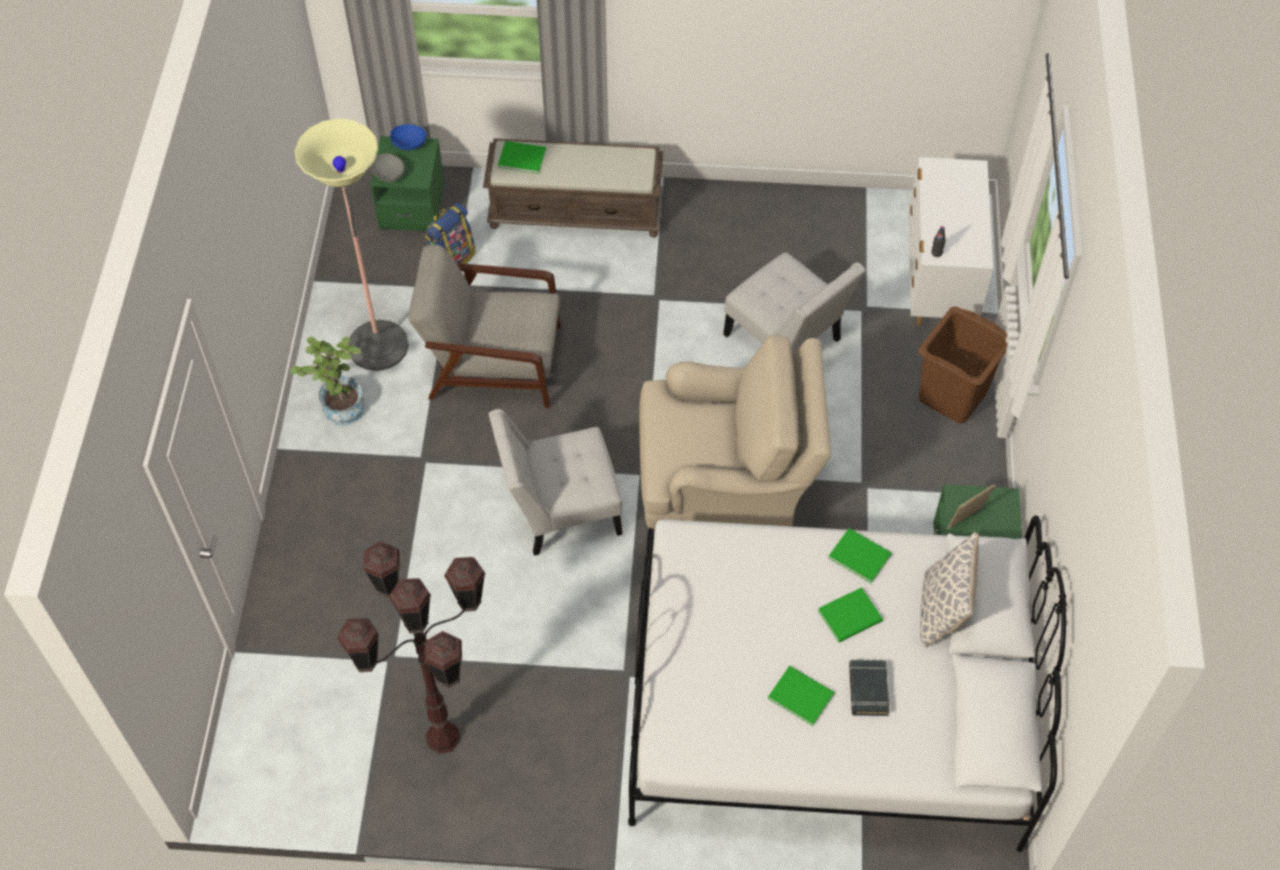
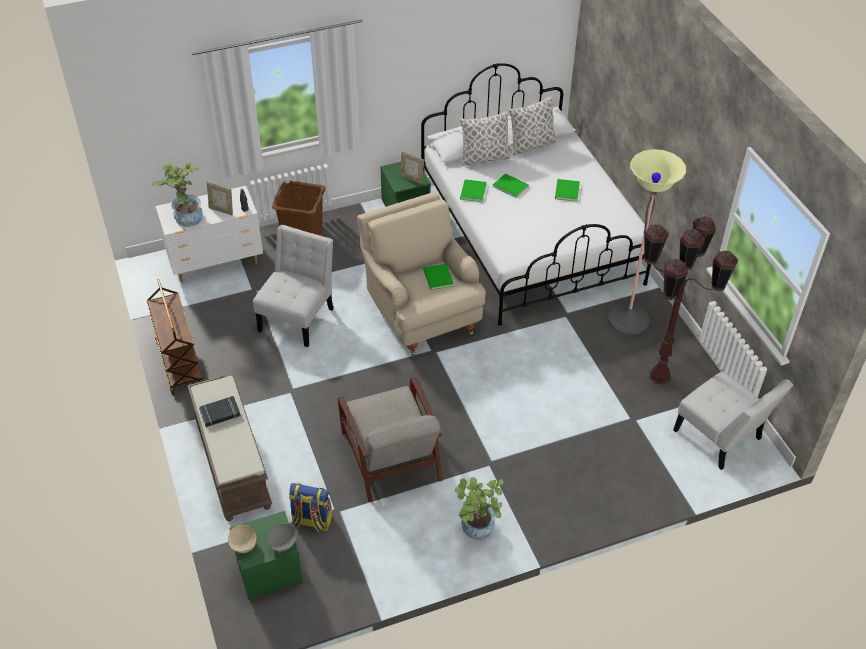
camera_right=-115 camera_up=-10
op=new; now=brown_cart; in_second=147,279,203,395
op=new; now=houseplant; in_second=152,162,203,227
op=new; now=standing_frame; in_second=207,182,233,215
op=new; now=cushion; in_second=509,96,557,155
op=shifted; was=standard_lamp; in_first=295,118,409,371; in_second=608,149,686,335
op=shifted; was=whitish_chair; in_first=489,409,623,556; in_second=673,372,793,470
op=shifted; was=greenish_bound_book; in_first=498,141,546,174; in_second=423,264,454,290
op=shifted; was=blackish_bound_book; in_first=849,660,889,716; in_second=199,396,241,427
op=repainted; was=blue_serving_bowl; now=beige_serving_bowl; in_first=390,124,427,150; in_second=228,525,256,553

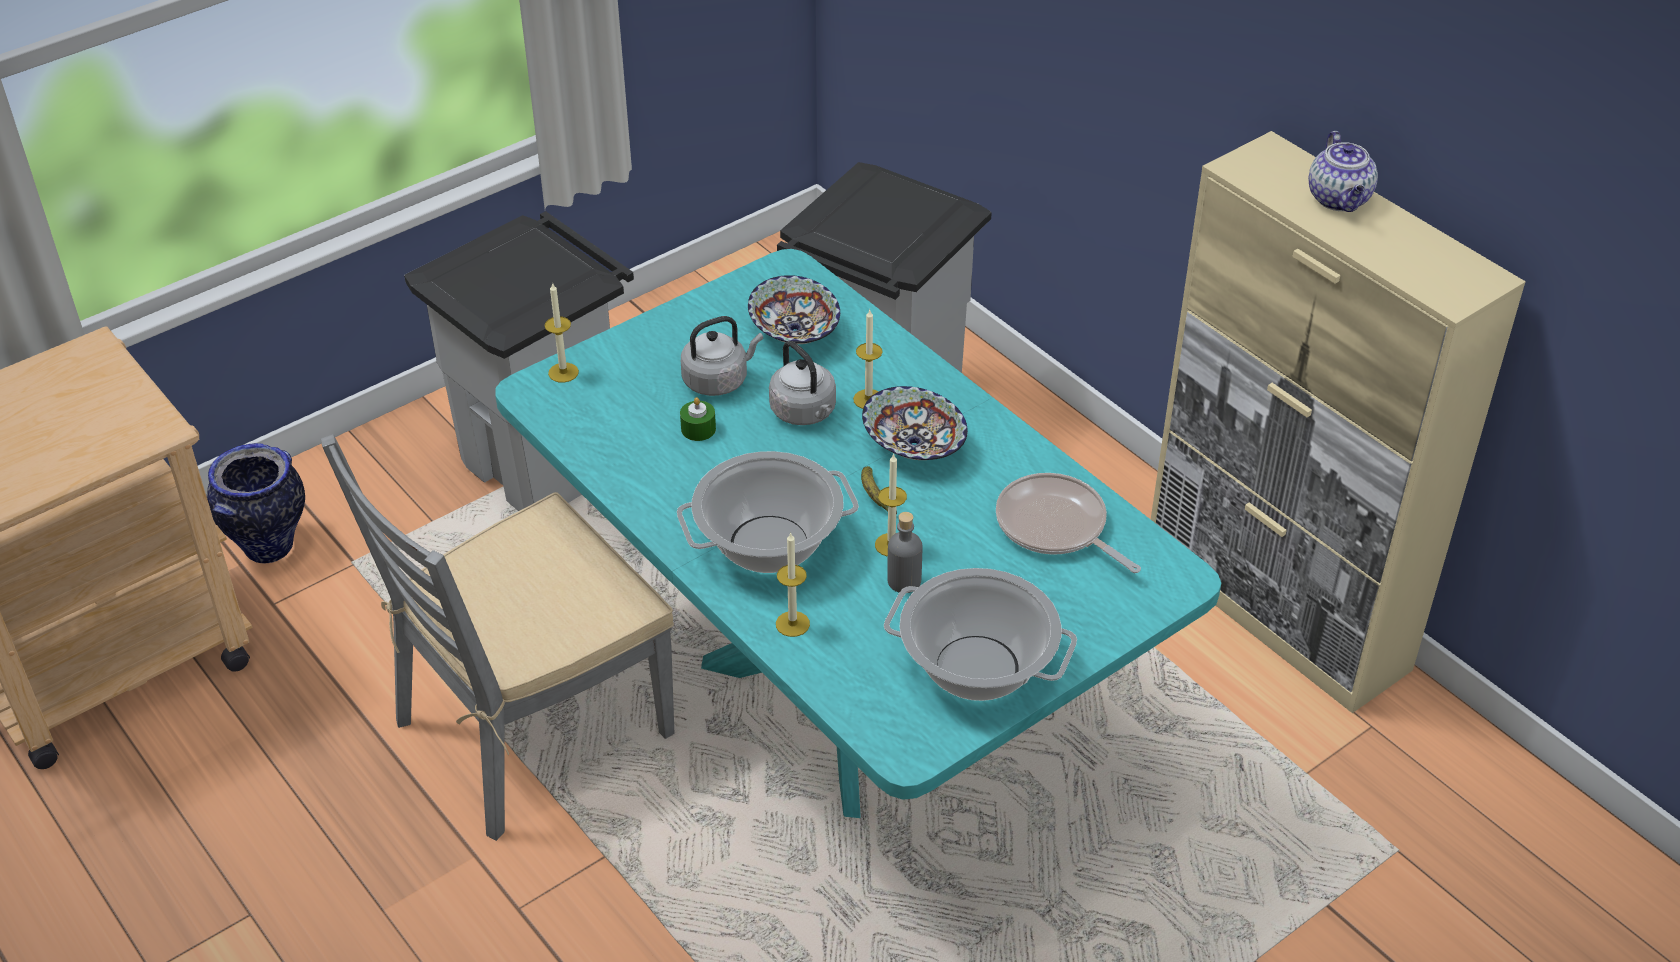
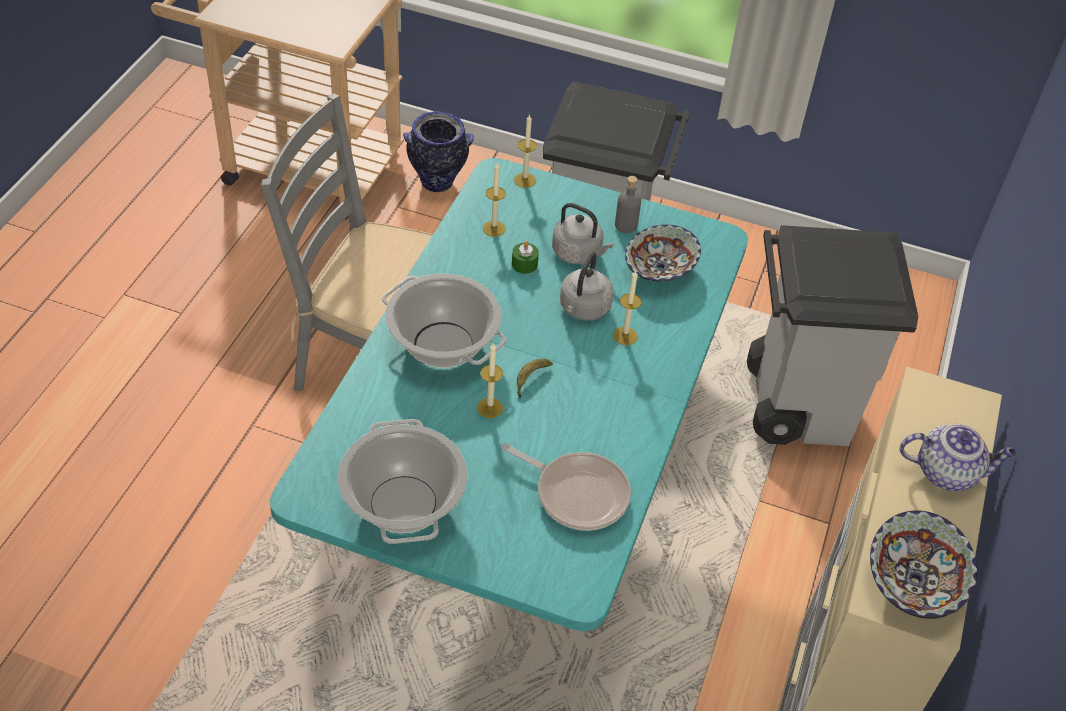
camera_right=55 camera_up=5
op=shifted; was=wax_candle; in_first=776,532,810,637; in_second=483,163,506,237
op=shifted; was=serving_bowl; in_first=862,386,968,460; in_second=870,510,977,619
op=shifted; was=greyish_bottle; in_first=887,512,922,593; in_second=615,176,641,233
op=rotated; was=skillet; in_first=996,473,1141,573; in_second=501,443,631,531; clockwise=105
op=rotated; was=teapot; in_first=1308,131,1378,212; in_second=900,424,1017,491; clockwise=-135

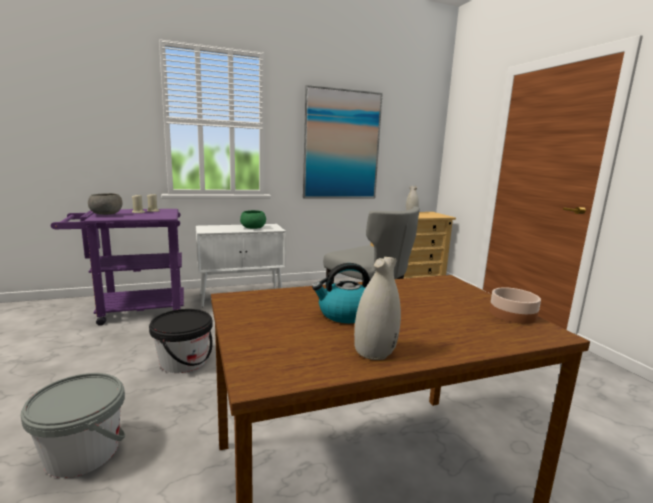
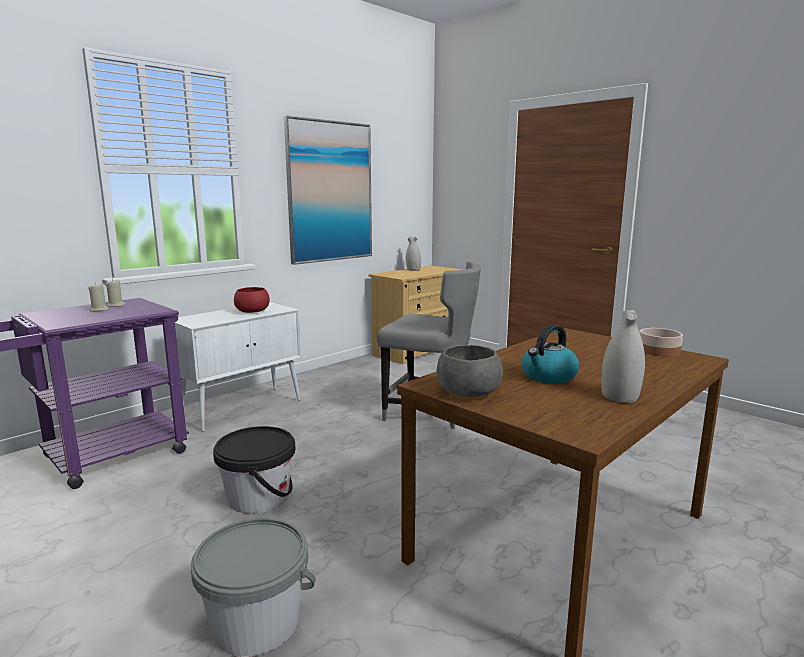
camera_right=-25 camera_up=0
op=shifted; was=greyish_serving_bowl; in_first=88,193,123,215; in_second=437,345,503,397
op=repainted; was=greenish_serving_bowl; now=red-coloured_serving_bowl; in_first=240,210,266,229; in_second=234,287,270,313

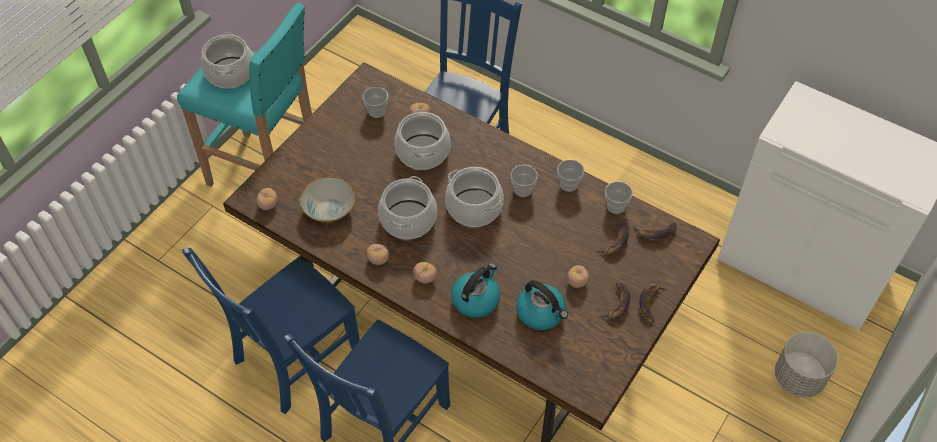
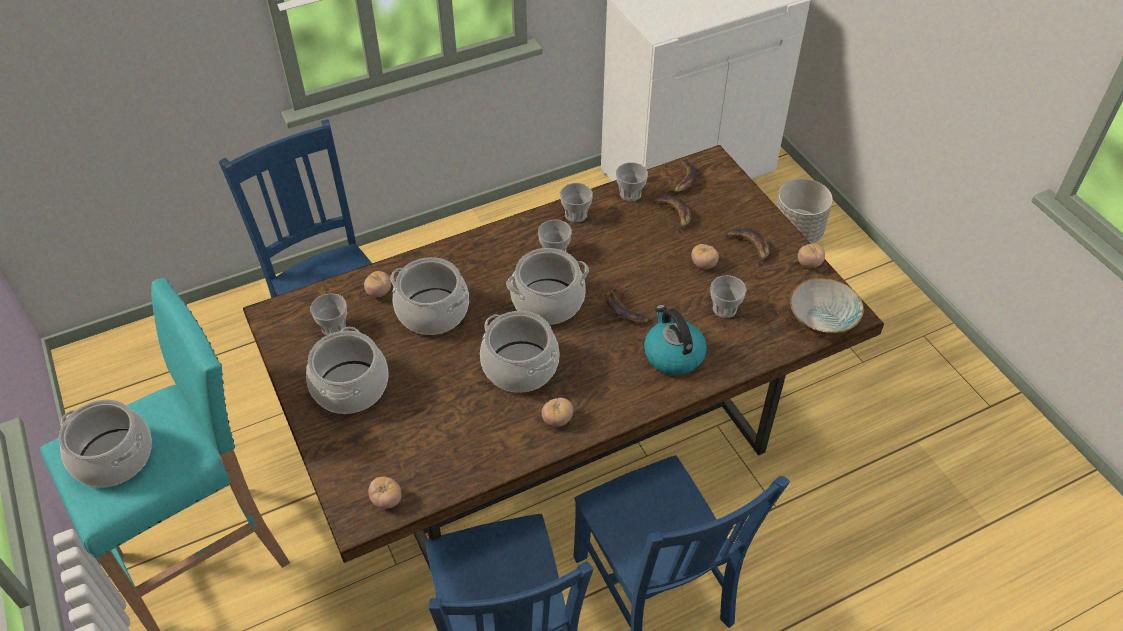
camera_right=-60 camera_up=-5
op=new; now=saucepot; in_second=306,327,388,414
op=shifted; was=serving_bowl; in_first=300,177,356,222; in_second=790,278,864,335
op=shifted; was=whole_tomato; in_first=413,262,437,283; in_second=798,243,825,268
op=shifted; was=banana; in_first=640,284,668,323; in_second=605,288,650,323
op=swapped; was=kettle; now=cup; in_first=516,280,568,330; in_second=710,275,747,318

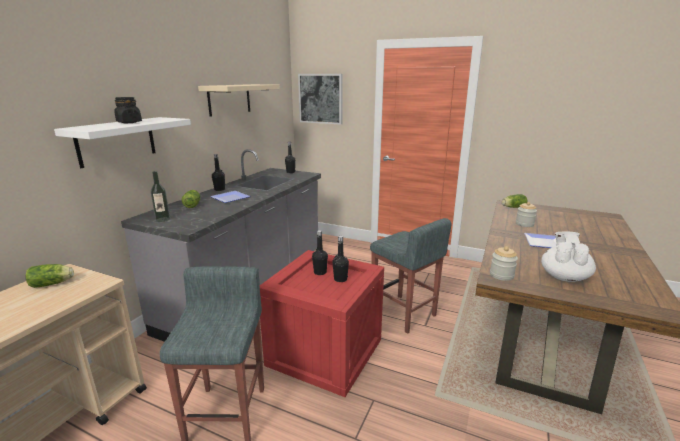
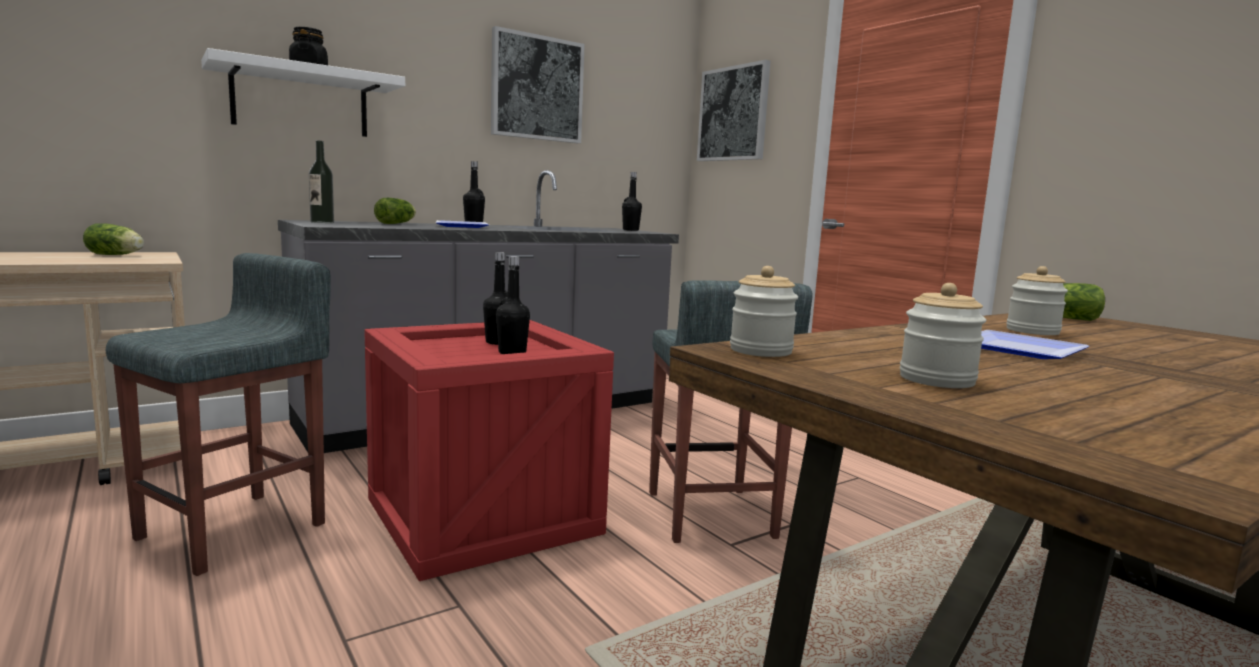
camera_right=30 camera_up=-10
op=swapped; was=beige_bracket_shelf; now=wall_picture; in_first=198,84,280,117; in_second=491,26,585,143
op=swapped; was=whitish_teapot; now=storage_jar; in_first=541,232,596,282; in_second=900,283,986,388

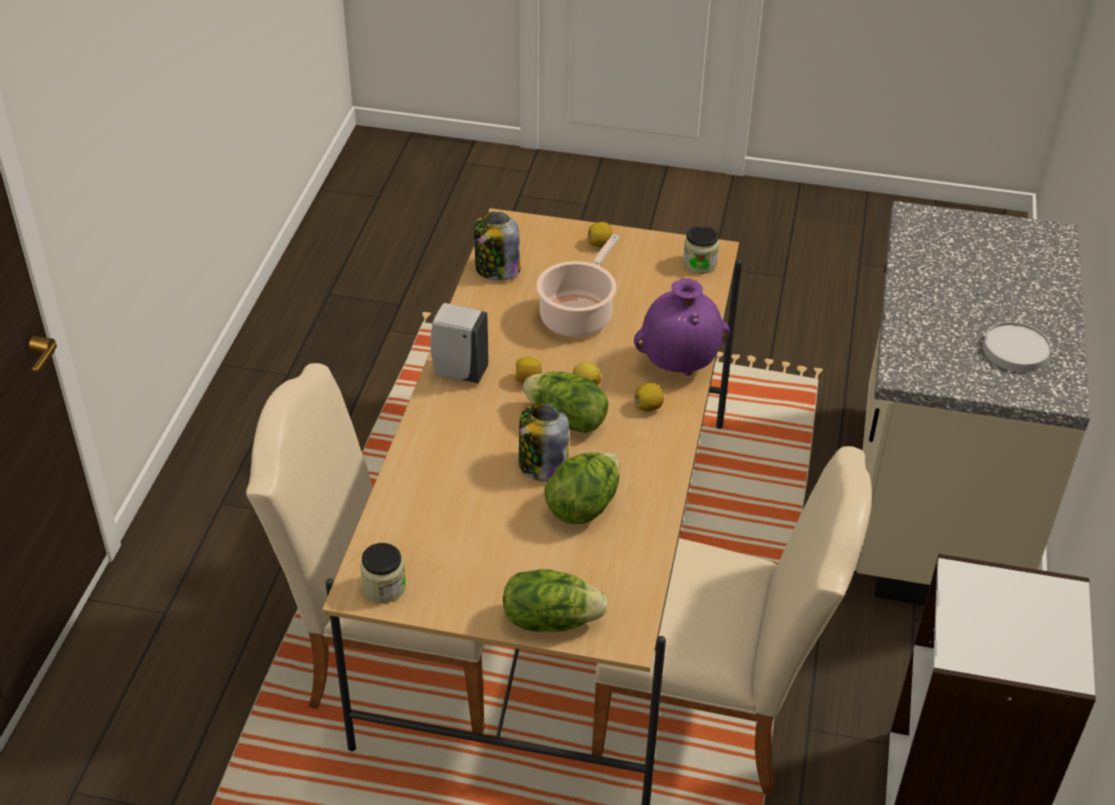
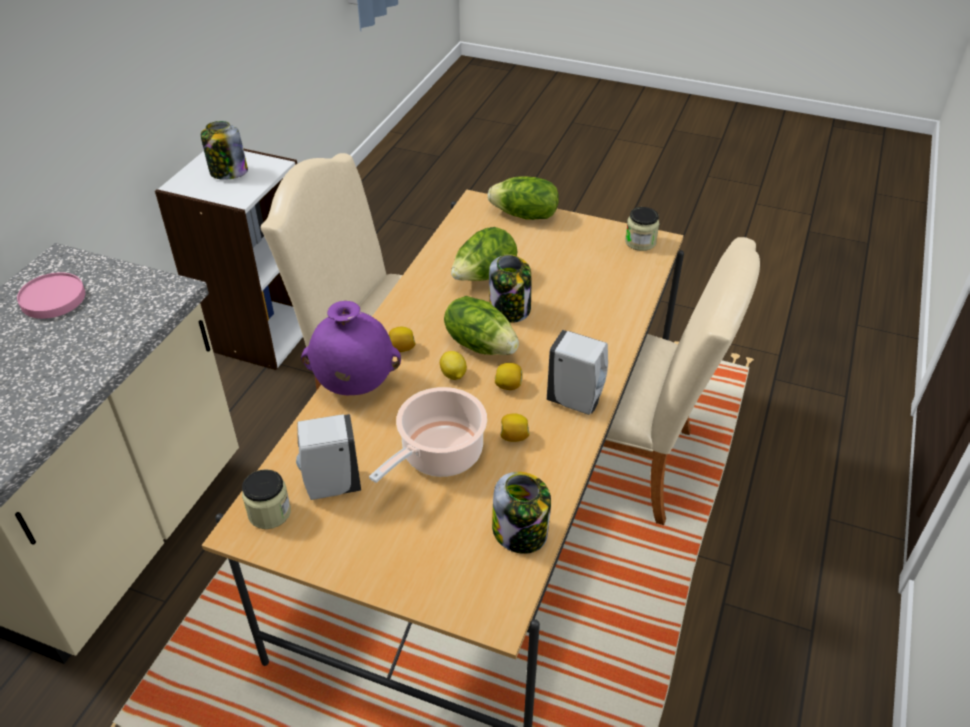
camera_right=-170 camera_up=0
op=new; now=storage_jar; in_second=201,121,248,180
op=new; now=whitish_soap_bottle; in_second=296,414,361,500
op=shifted; was=lemon; in_first=587,222,613,247; in_second=501,413,530,442
op=repainted; was=whitish_flat_dish; now=pinkish_flat_dish; in_first=983,322,1052,372; in_second=17,272,85,319

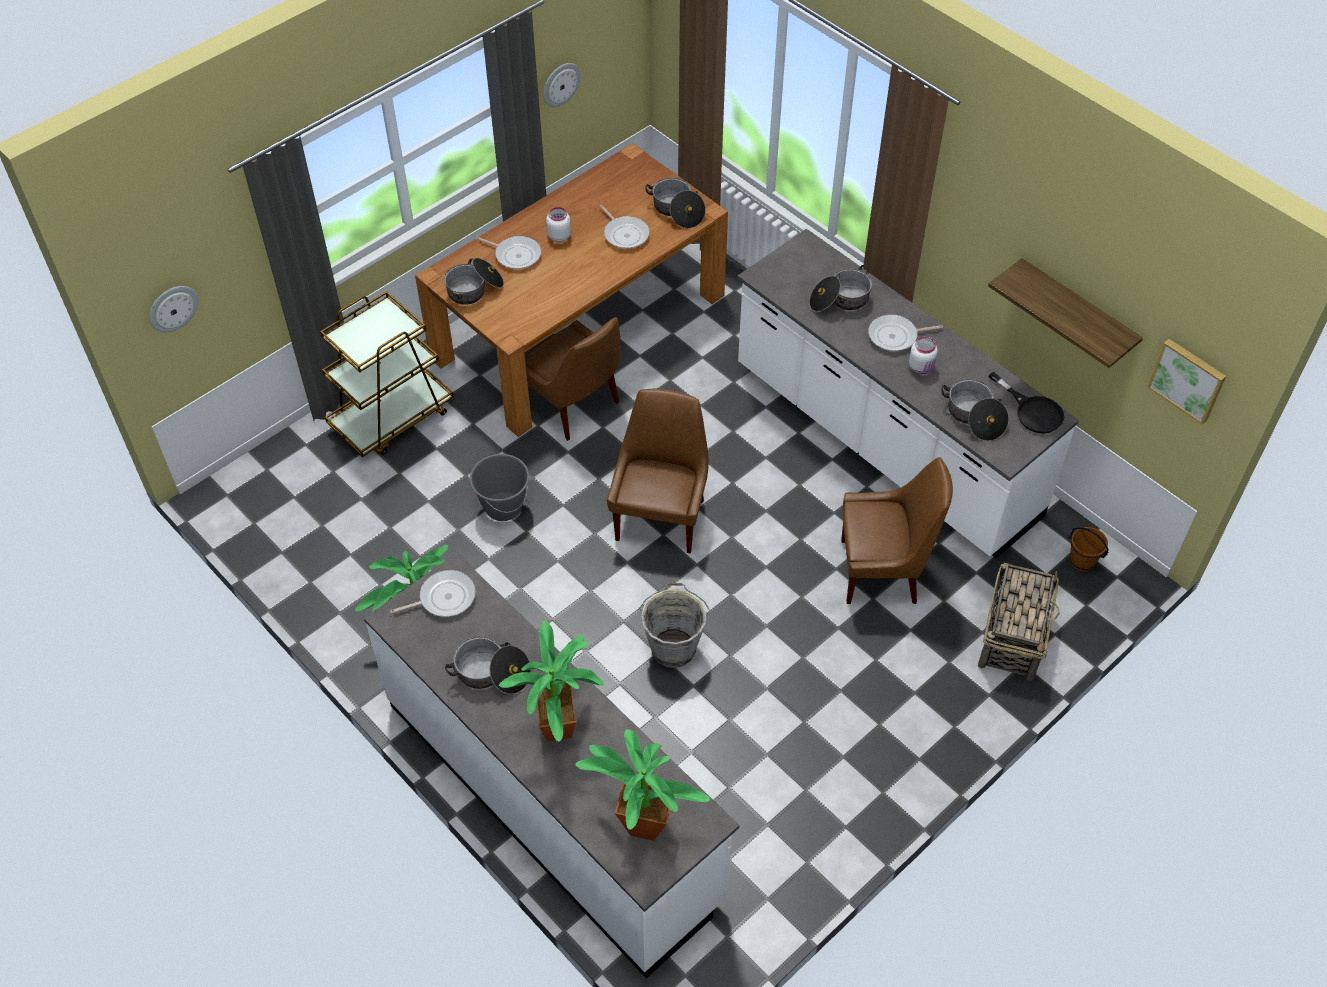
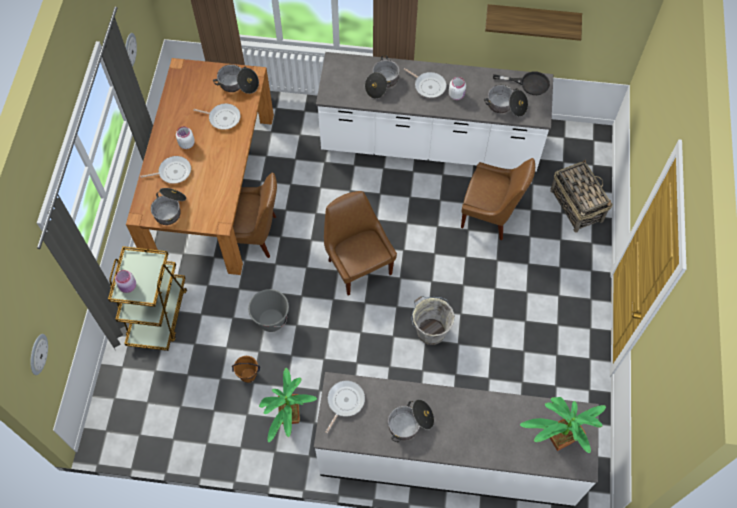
camera_right=-40 camera_up=10
op=gone; was=houseplant; in_first=499,621,604,742
op=gone; was=wall_picture; in_first=1147,339,1226,425
op=new; now=pinkish_storage_jar; in_second=115,270,136,293
op=shifted; was=brown_pail; in_first=1069,527,1109,571; in_second=232,356,260,383
op=rotated; was=brown_chair; in_first=841,457,953,604; in_second=461,158,535,241; clockwise=60
op=rotated; was=skillet; in_first=868,315,943,351; in_second=404,68,446,98; clockwise=-90

